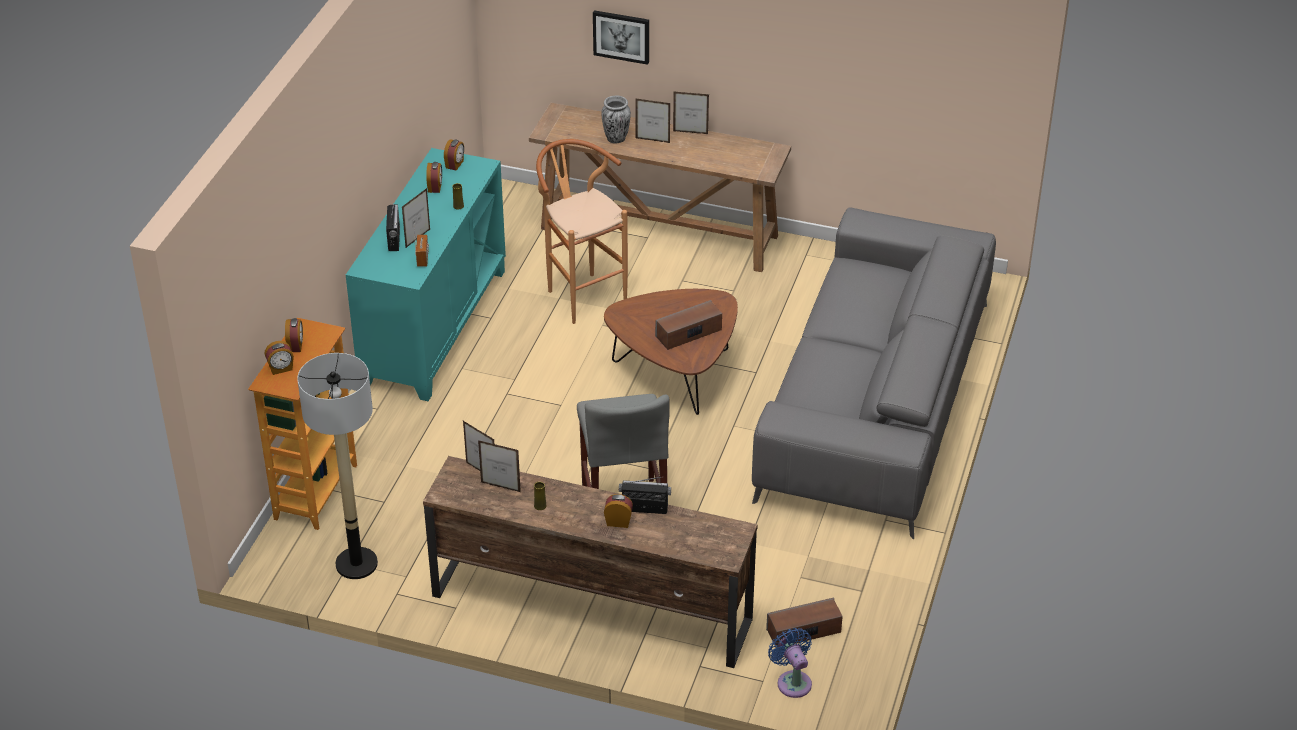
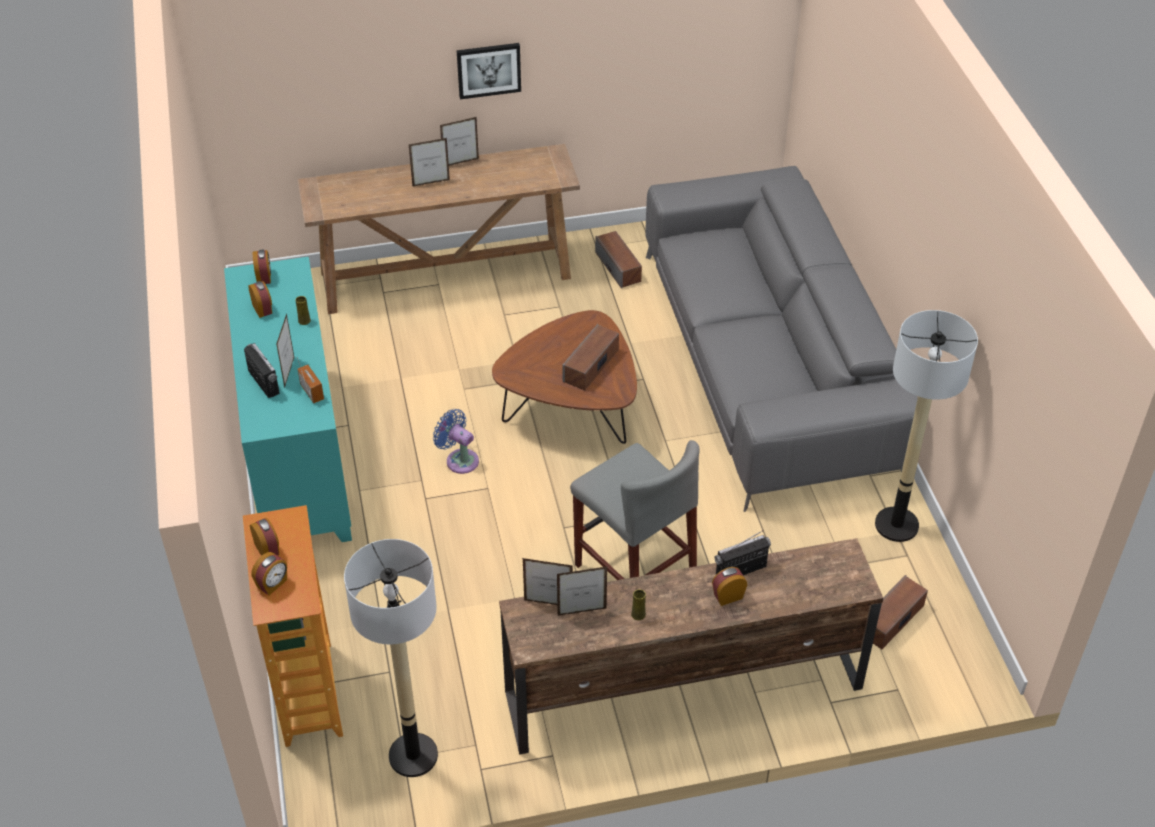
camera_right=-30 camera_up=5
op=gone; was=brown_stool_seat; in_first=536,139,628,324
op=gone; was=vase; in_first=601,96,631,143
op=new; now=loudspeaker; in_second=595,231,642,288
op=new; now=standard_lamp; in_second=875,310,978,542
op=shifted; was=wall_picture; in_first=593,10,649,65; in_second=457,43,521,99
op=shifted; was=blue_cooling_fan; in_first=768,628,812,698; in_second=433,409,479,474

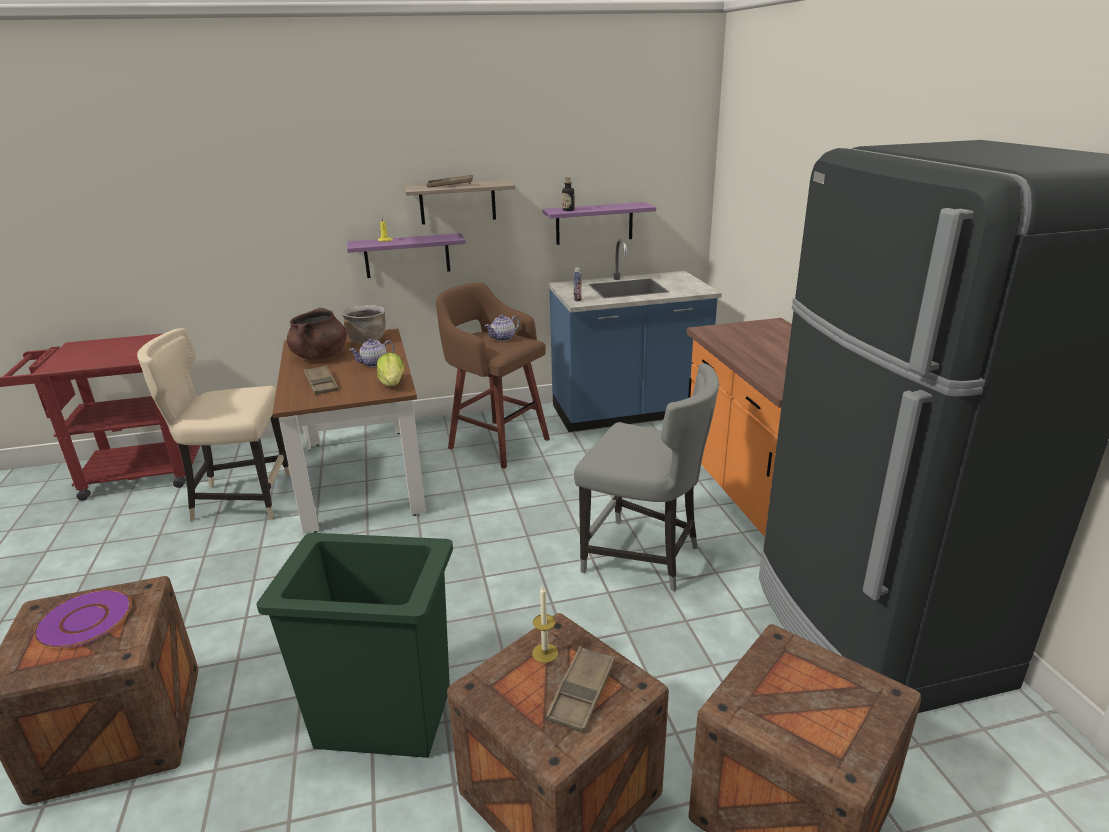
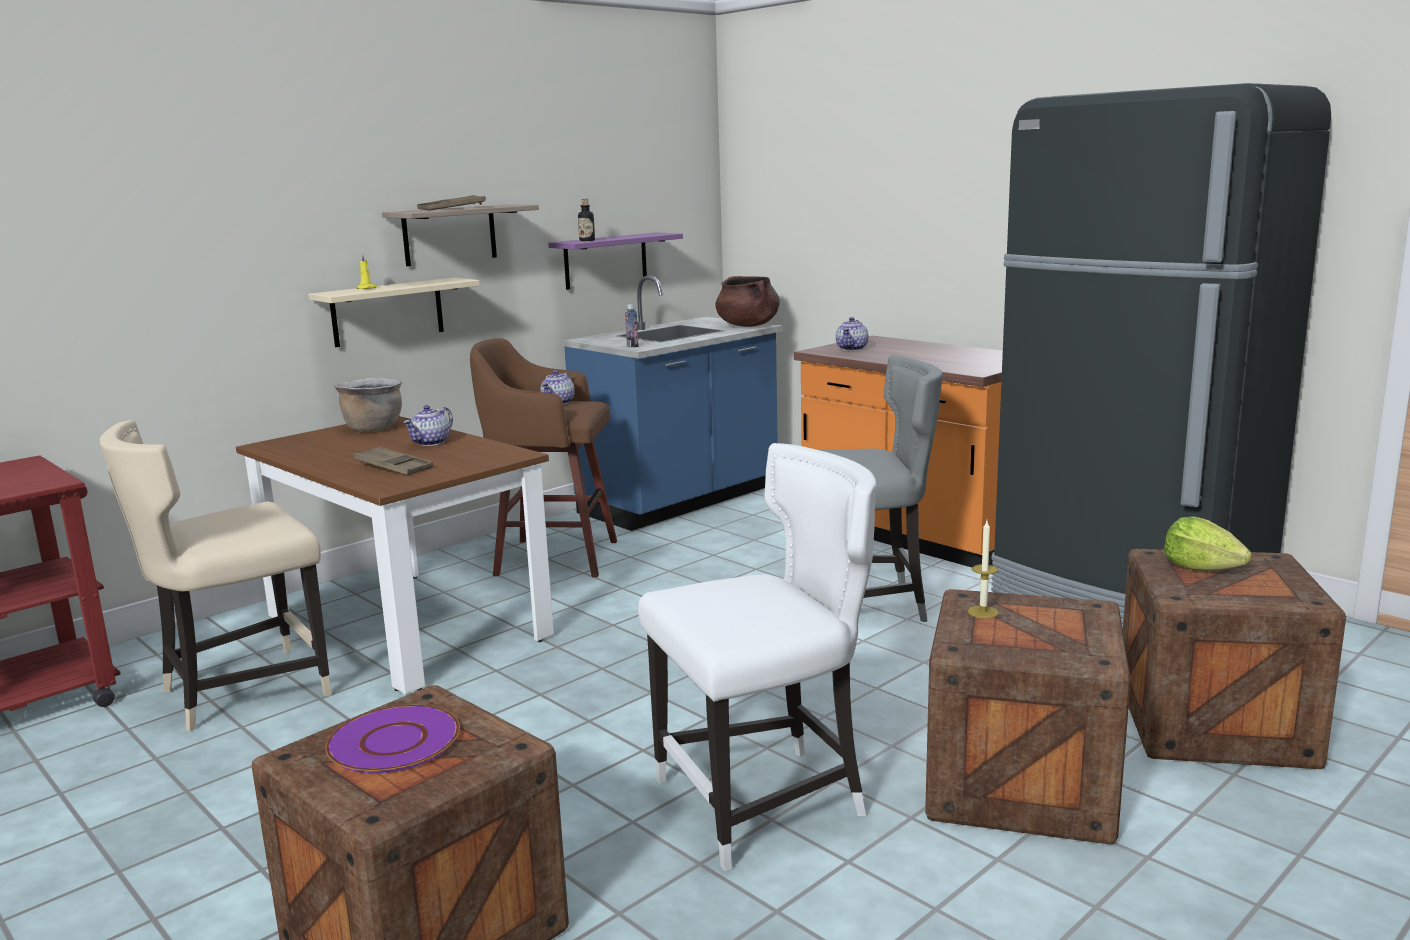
camera_right=-30 camera_up=-10
op=gone; was=brown_tray; in_first=545,646,615,733
op=new; now=teapot; in_second=836,317,869,351
op=shifted; was=brown_saucepot; in_first=287,308,347,360; in_second=716,276,780,327
op=shifted; was=head_of_lettuce; in_first=377,353,405,386; in_second=1164,516,1252,571
op=swapped; was=greenish_rubbish_bin; now=whitish_chair; in_first=256,533,453,758; in_second=638,443,877,871
op=repainted; was=purple-coloured_bracket_shelf; now=beige_bracket_shelf; in_first=347,233,466,278; in_second=308,277,480,347

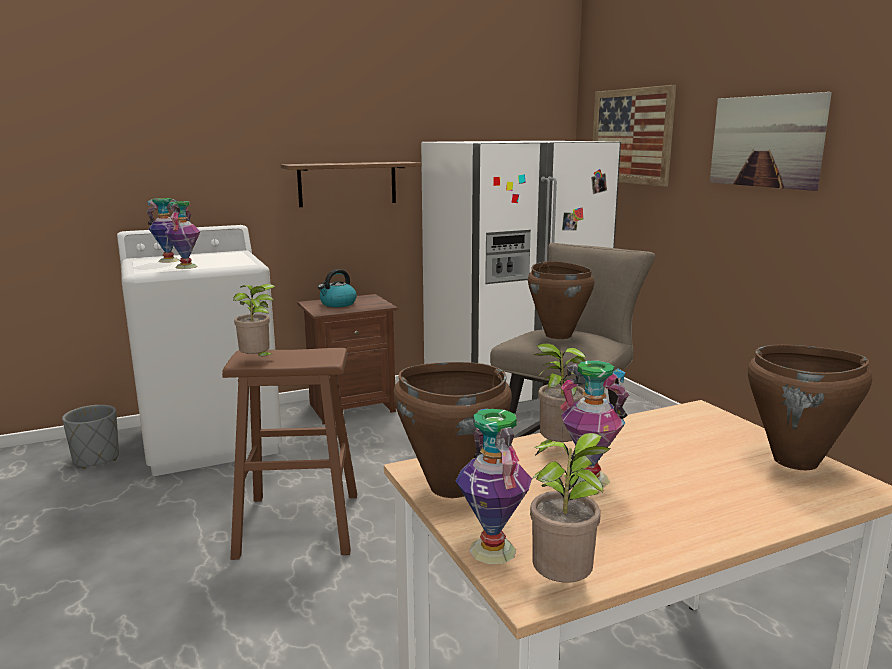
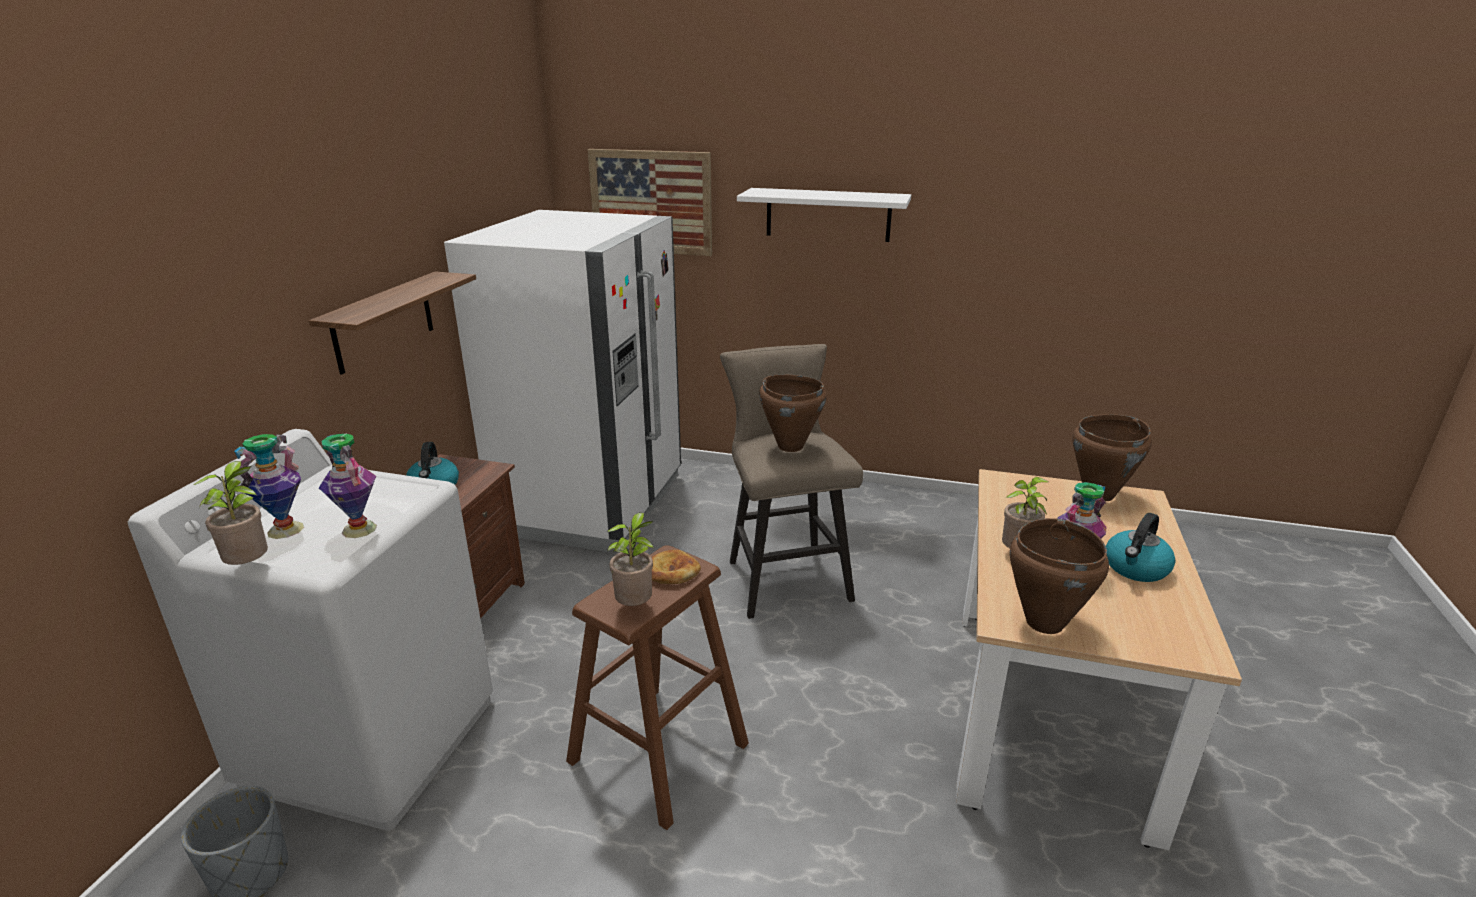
camera_right=-50 camera_up=10
op=gone; was=vase; in_first=456,409,532,564
op=new; now=bakery_bread; in_second=652,550,701,584
op=new; now=kettle; in_second=1106,513,1175,582
op=shifted; was=houseplant; in_first=530,433,611,583; in_second=194,461,268,565
op=swapped; was=wall_picture; now=whitish_bracket_shelf; in_first=710,92,832,191; in_second=737,188,911,242

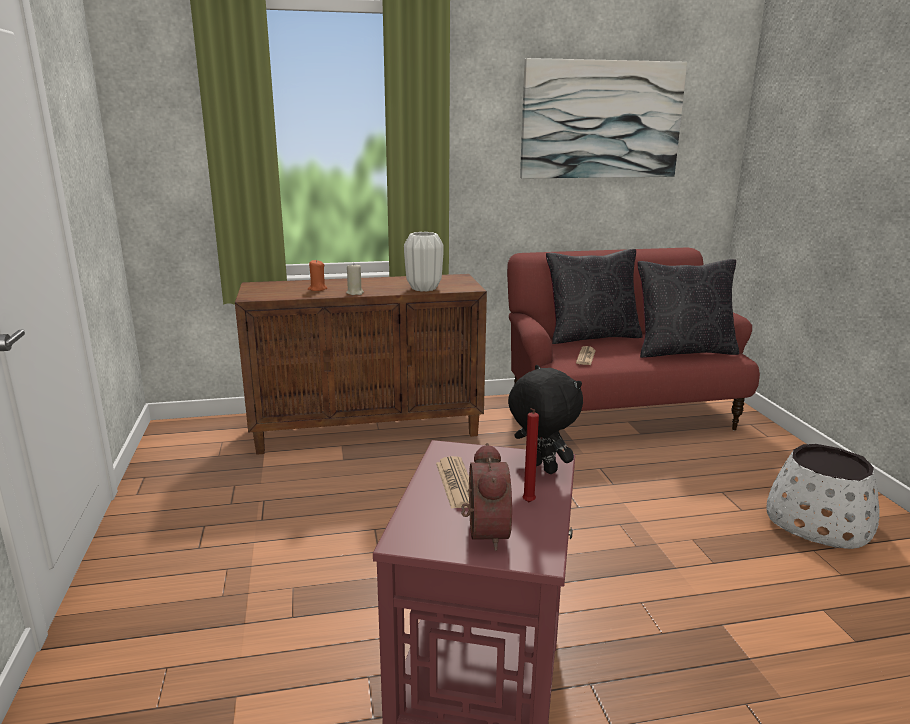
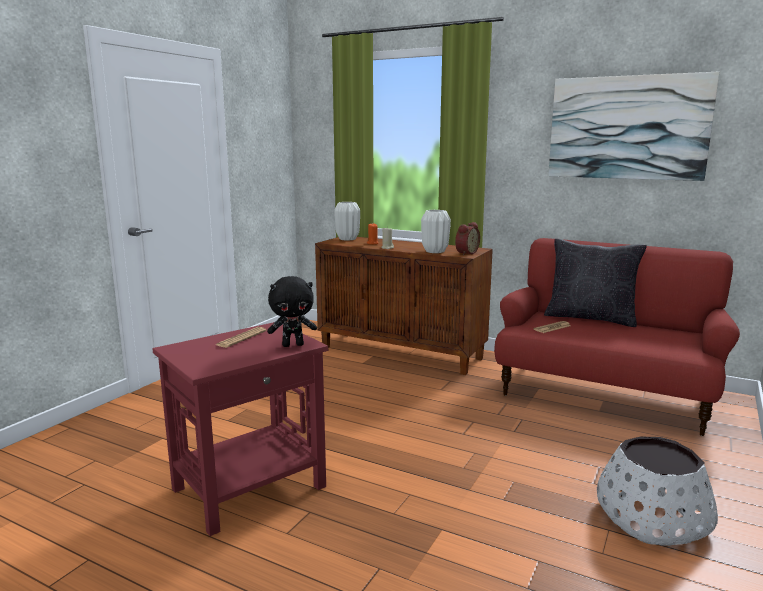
camera_right=40 camera_up=-5
op=gone; was=red-coloured_wax_candle; in_first=522,408,539,502
op=gone; was=blackish_cushion; in_first=637,259,739,358
op=new; now=whitish_vase; in_second=334,202,360,241
op=shifted; was=bedside_clock; in_first=461,443,512,551; in_second=455,222,480,255
op=rotated; was=blackish_soft_toy; in_first=508,365,583,474; in_second=267,276,317,347; clockwise=75

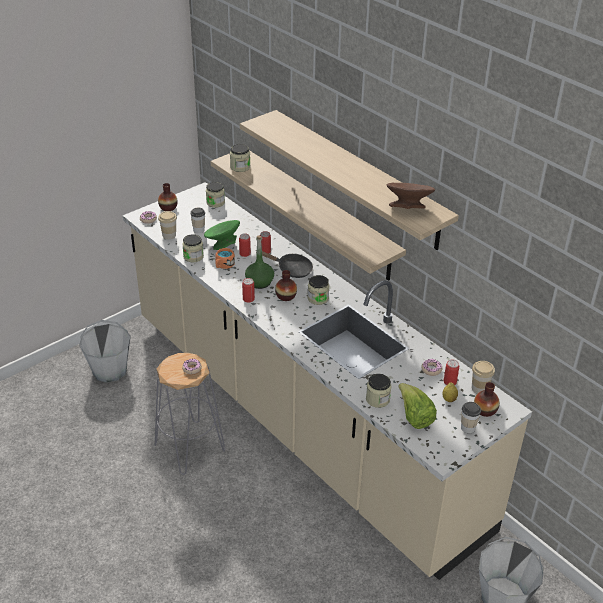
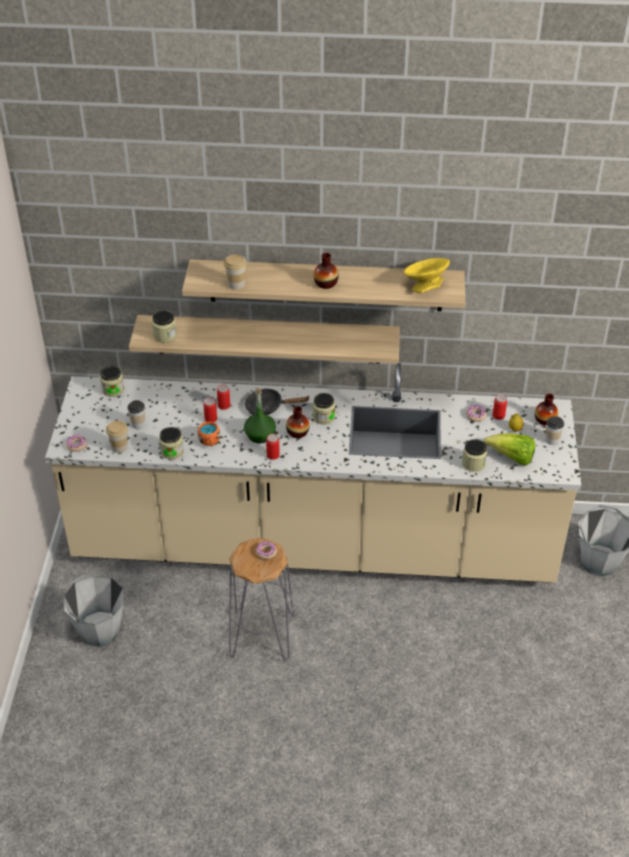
camera_right=-45 camera_up=5
op=gone; was=greenish_serving_bowl; in_first=204,220,240,250
op=shifted; was=vase; in_first=158,183,178,211; in_second=314,253,339,289
op=shifted; was=cup; in_first=472,361,495,394; in_second=224,254,247,290
op=repainted; was=brown_serving_bowl; now=yellowish_serving_bowl; in_first=387,182,435,209; in_second=404,258,450,293
op=rotated; was=blackish_skillet; in_first=256,251,313,278; in_second=244,388,309,415; clockwise=-150

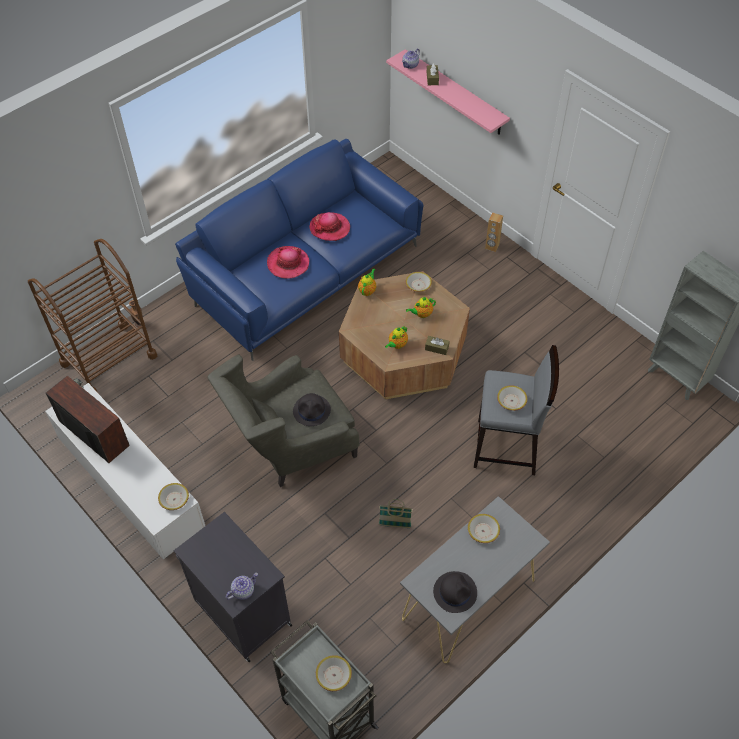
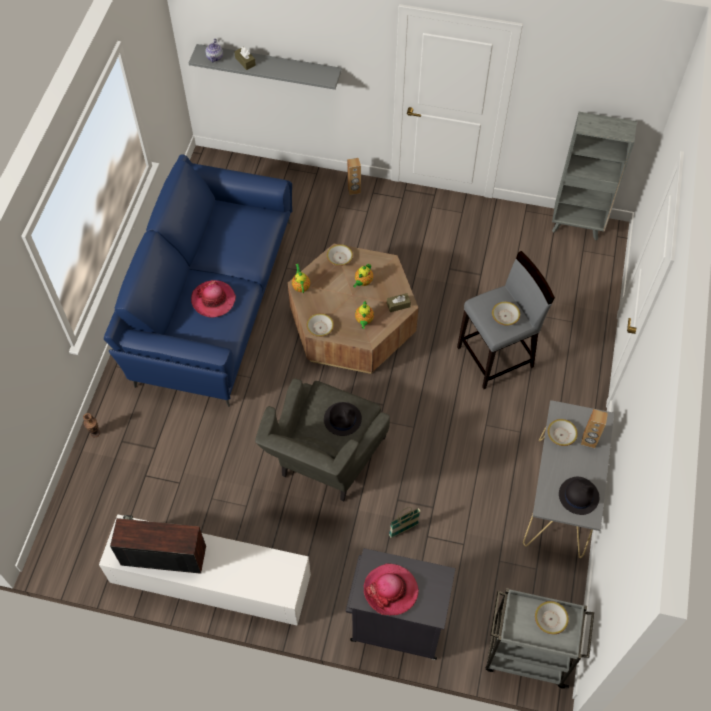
camera_right=-35 camera_up=5
op=gone; was=brown_cart; in_first=28,239,157,393
op=gone; was=teapot; in_first=226,573,258,600
op=new; now=brown_loudspeaker; in_second=581,409,608,448
op=shifted; was=serving_bowl; in_first=158,483,189,510; in_second=306,313,334,337
op=shifted; was=hat; in_first=309,212,350,241; in_second=364,563,419,615
op=shifted; was=basket; in_first=379,499,412,528; in_second=389,507,420,538
op=repainted; was=pinkish_bracket_shelf; now=greyish_bracket_shelf; in_first=386,49,510,135; in_second=189,44,342,90

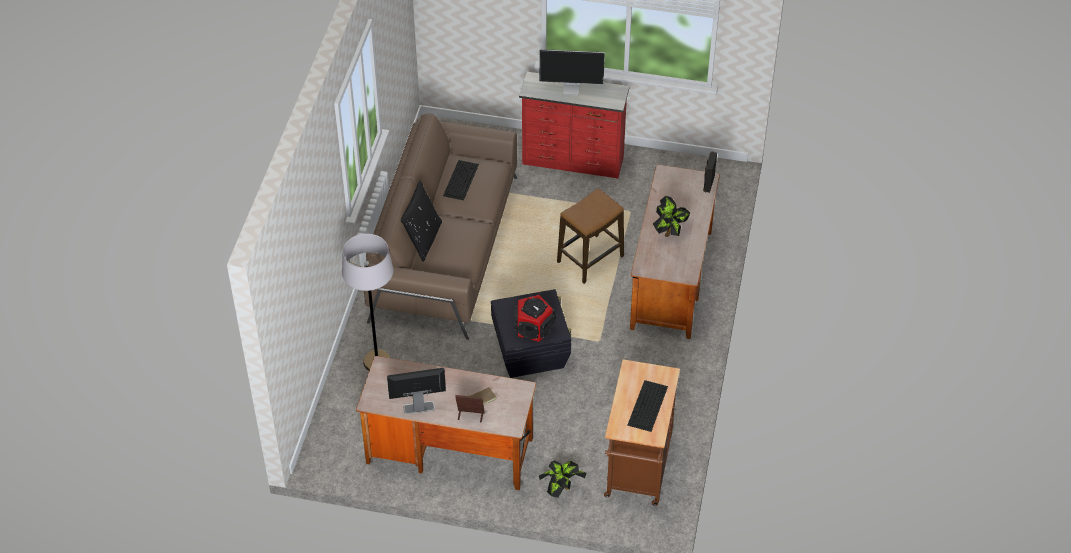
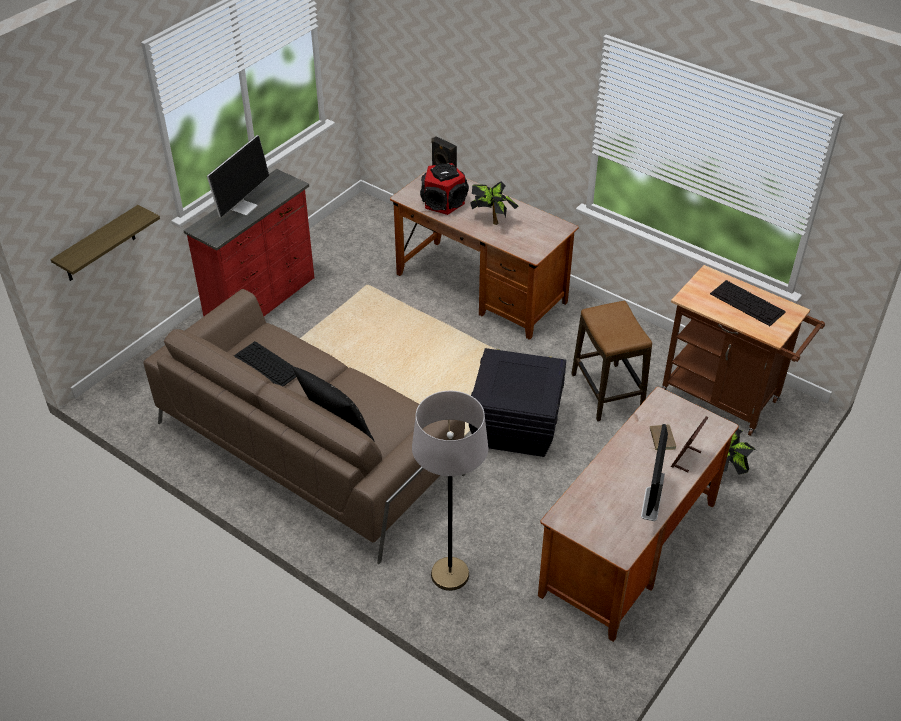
camera_right=-65 camera_up=-5
op=new; now=bracket_shelf; in_second=51,205,160,281
op=shifted; was=loudspeaker; in_first=514,295,556,342; in_second=420,163,469,215
op=shifted; was=stool_seat; in_first=557,188,624,284; in_second=571,301,652,421

